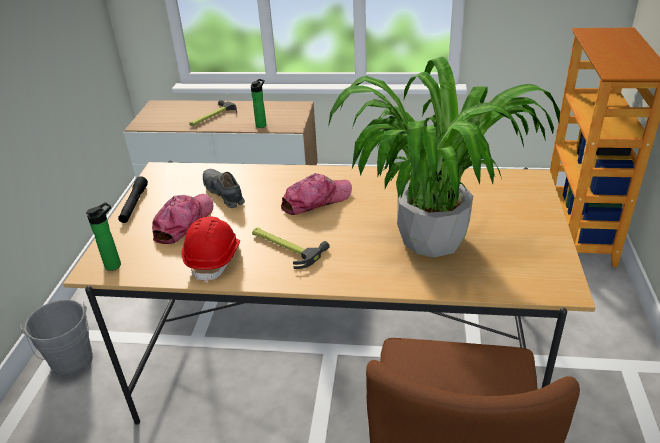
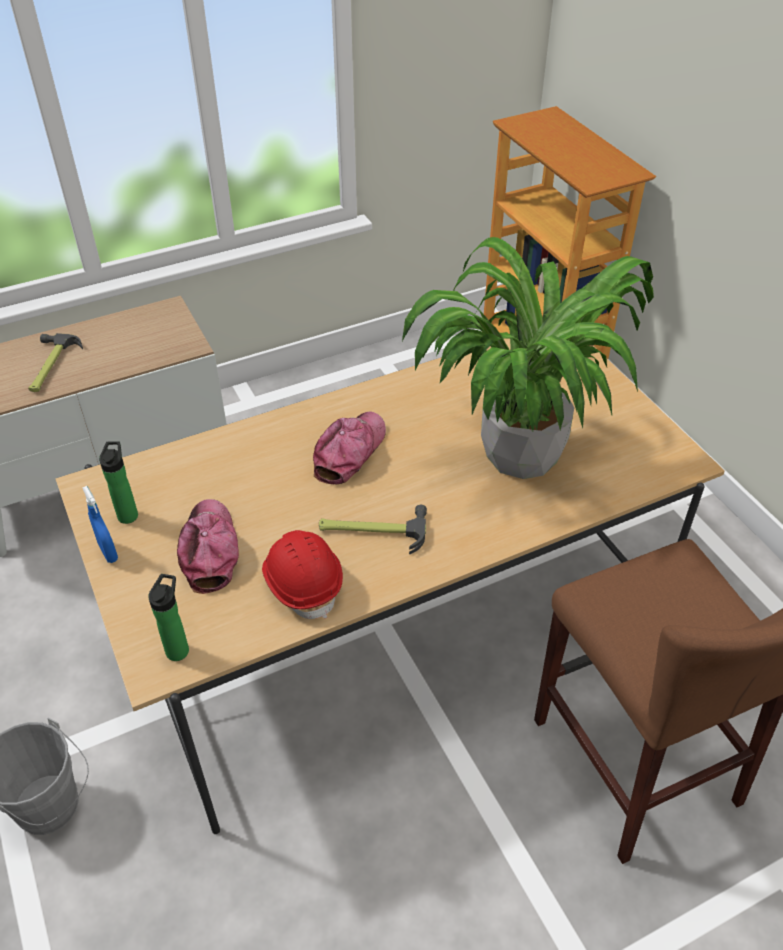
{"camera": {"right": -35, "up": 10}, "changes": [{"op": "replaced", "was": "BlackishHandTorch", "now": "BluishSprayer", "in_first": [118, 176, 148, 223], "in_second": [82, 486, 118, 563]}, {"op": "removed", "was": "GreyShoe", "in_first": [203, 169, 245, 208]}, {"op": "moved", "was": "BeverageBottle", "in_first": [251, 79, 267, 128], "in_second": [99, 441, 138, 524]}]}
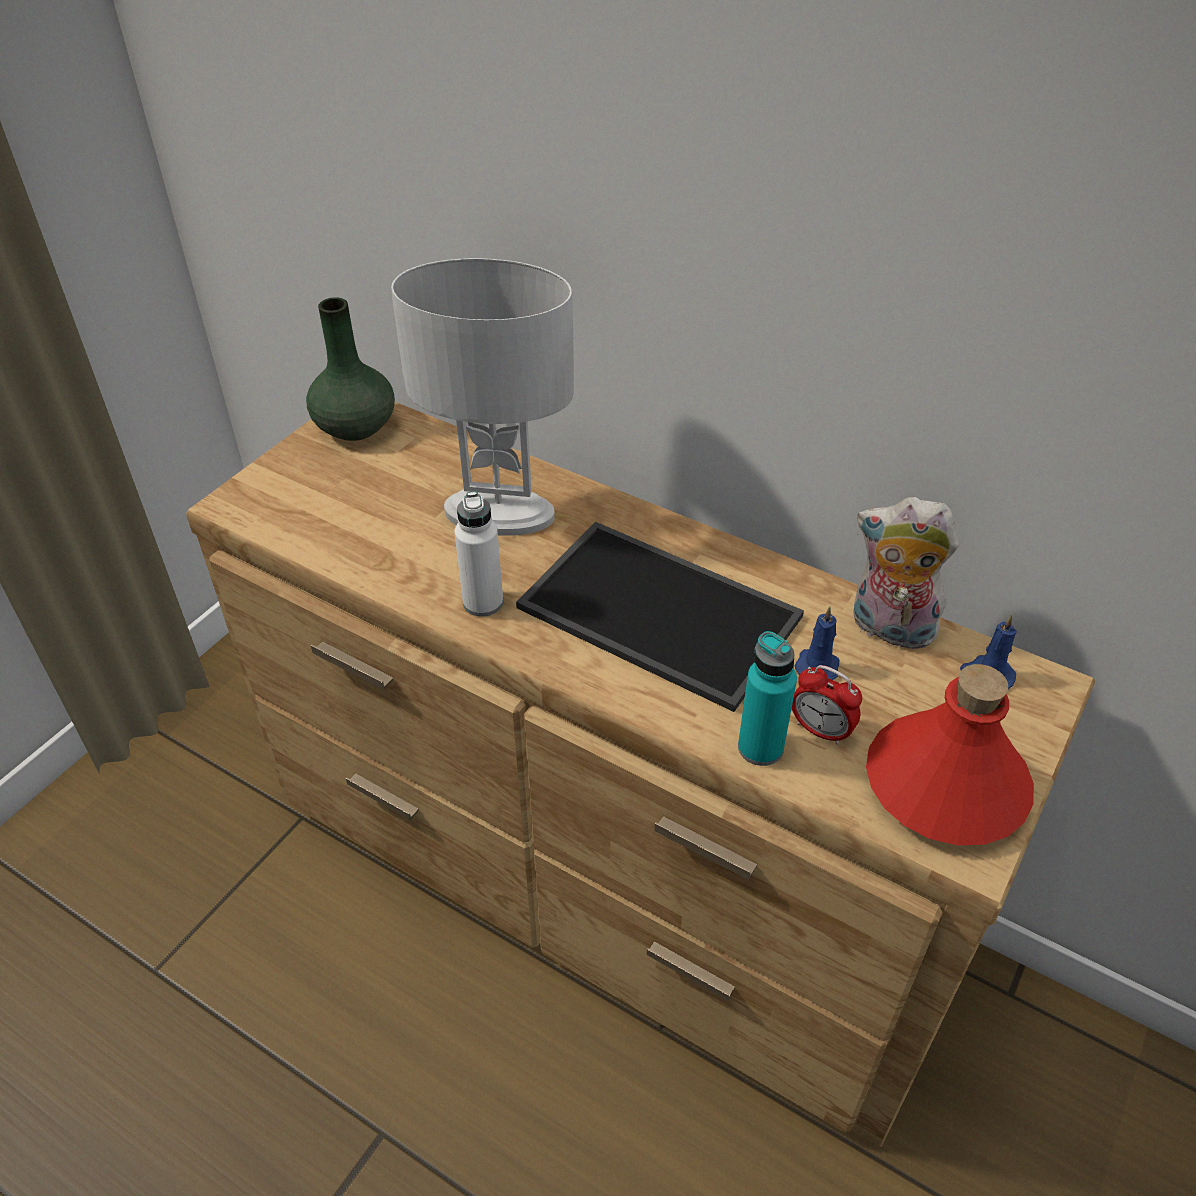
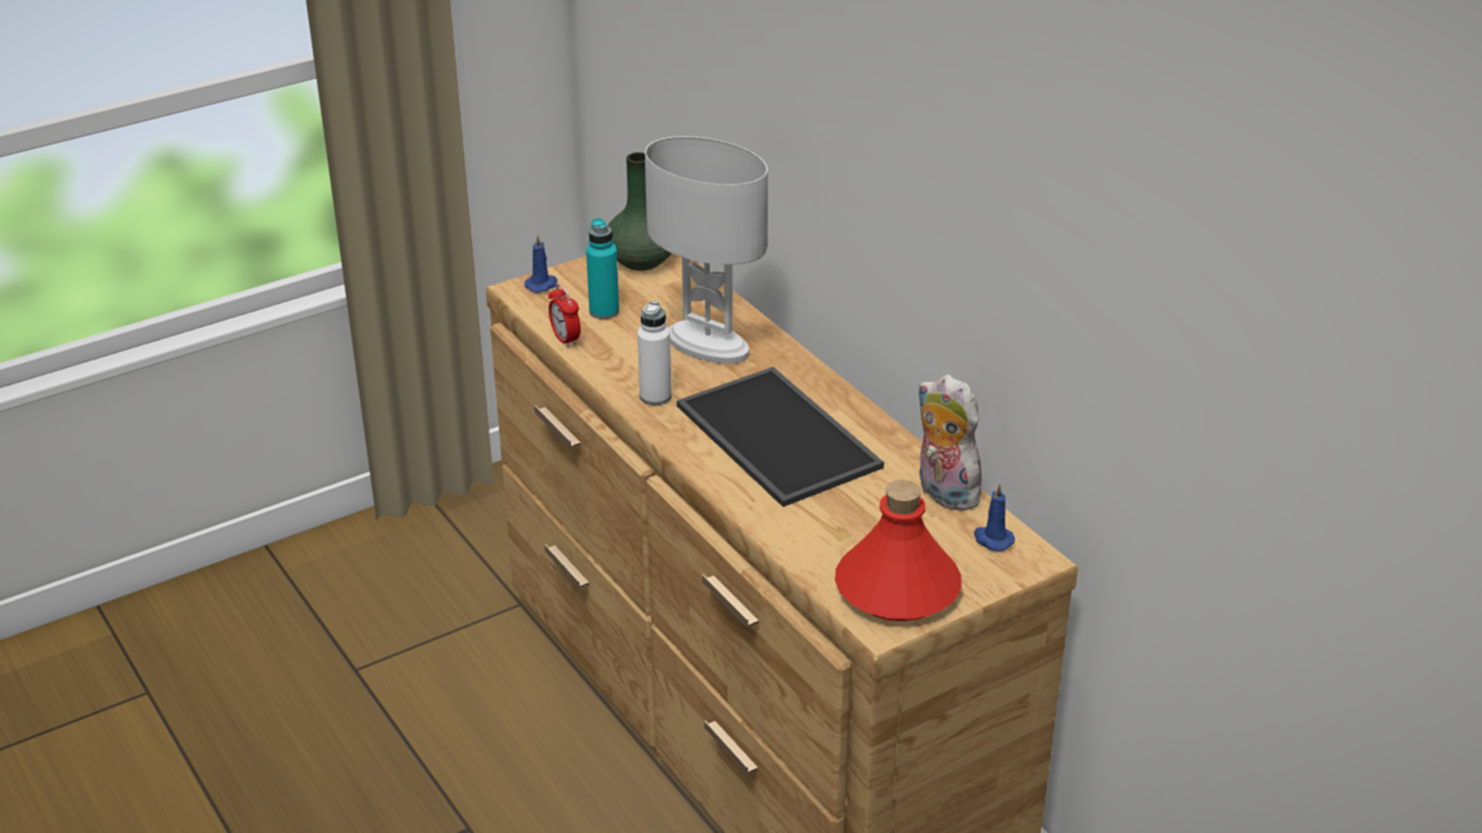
{"camera": {"right": 25, "up": -10}, "changes": [{"op": "moved", "was": "TurquoiseColouredBeverageBottle", "in_first": [738, 631, 797, 766], "in_second": [586, 218, 619, 319]}, {"op": "moved", "was": "AlarmClock", "in_first": [792, 665, 862, 745], "in_second": [548, 284, 581, 348]}, {"op": "moved", "was": "BluishWaxLight", "in_first": [795, 607, 839, 680], "in_second": [525, 235, 558, 293]}]}
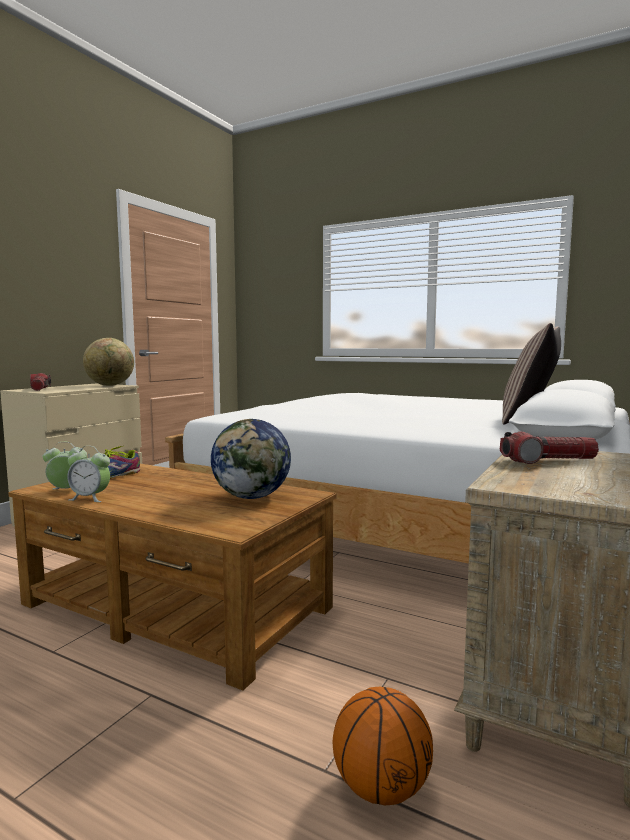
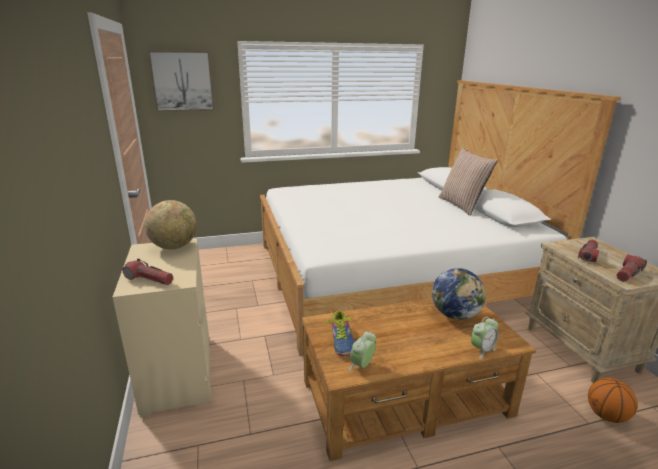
{"camera": {"right": -45, "up": 15}, "changes": [{"op": "moved", "was": "AlarmClock", "in_first": [67, 446, 110, 502], "in_second": [471, 316, 498, 358]}, {"op": "added", "now": "WallArt", "in_second": [148, 51, 214, 112]}, {"op": "added", "now": "HandTorch", "in_second": [617, 255, 647, 282]}]}
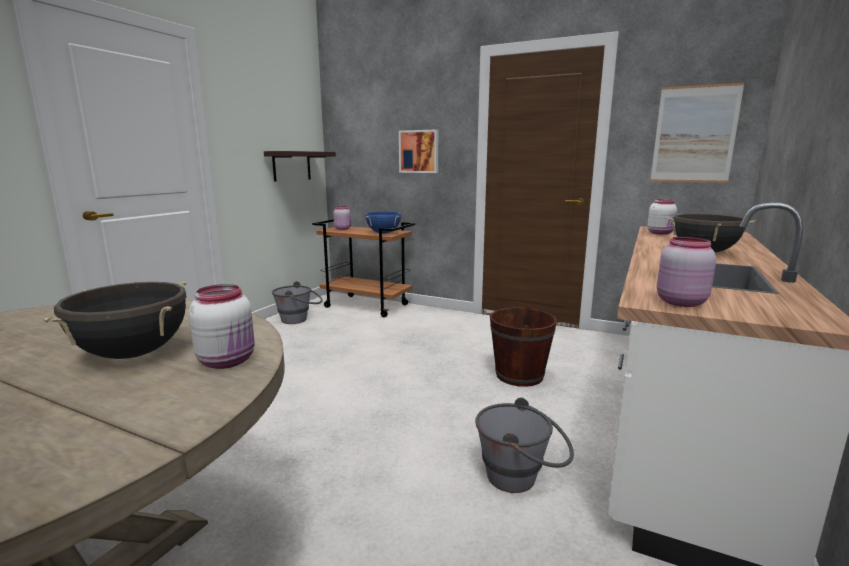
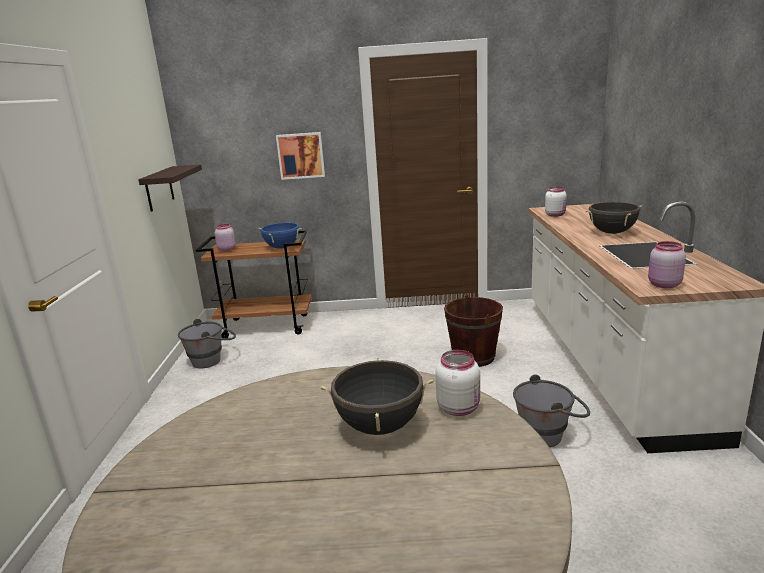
{"camera": {"right": -25, "up": 5}, "changes": [{"op": "removed", "was": "WallArt", "in_first": [650, 83, 744, 183]}]}
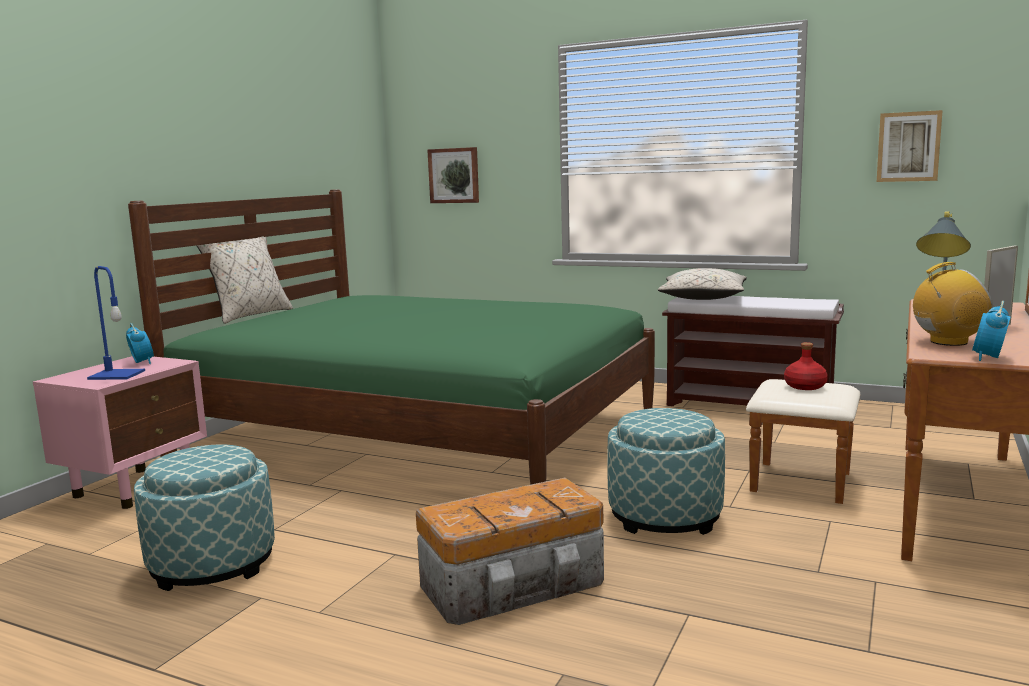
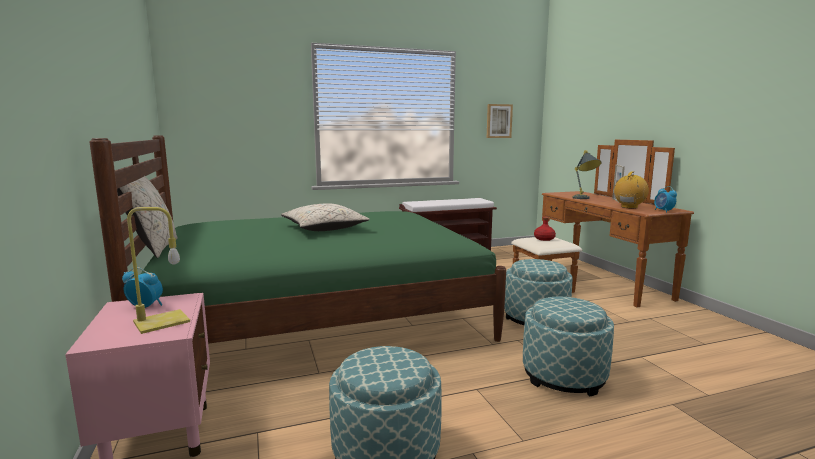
{"camera": {"right": -45, "up": 0}, "changes": [{"op": "recoloured", "was": "BluishLampForATable", "now": "YellowishLampForATable", "in_first": [87, 266, 145, 380], "in_second": [127, 207, 190, 334]}, {"op": "replaced", "was": "StorageBox", "now": "Pouffe", "in_first": [416, 478, 604, 625], "in_second": [523, 297, 614, 396]}, {"op": "removed", "was": "WallArt", "in_first": [427, 147, 479, 203]}, {"op": "moved", "was": "SandColouredPillow", "in_first": [658, 268, 747, 300], "in_second": [281, 203, 370, 231]}]}
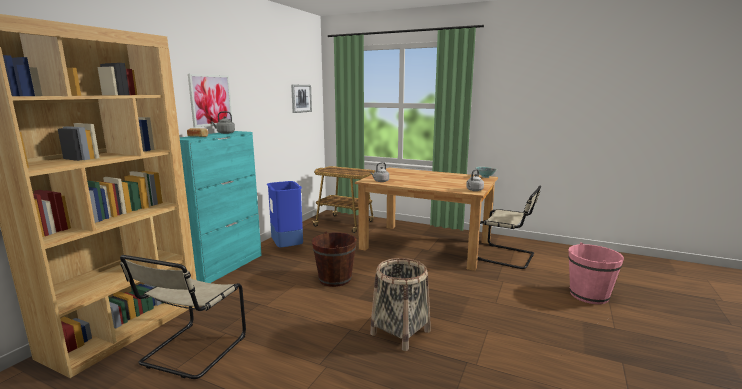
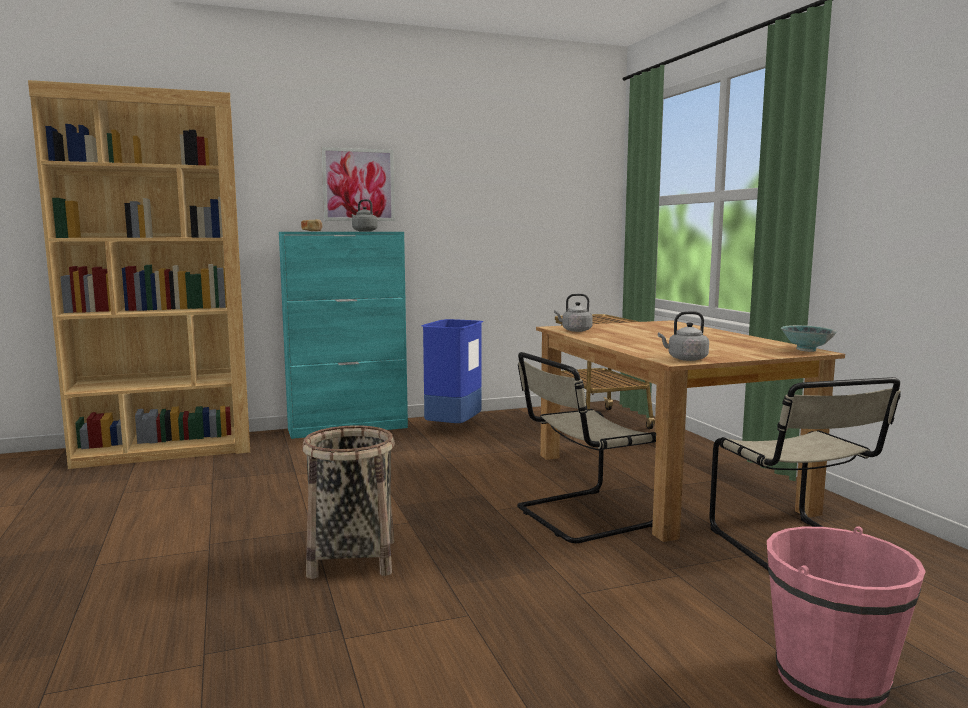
{"camera": {"right": 45, "up": -5}, "changes": [{"op": "moved", "was": "SandColouredPlainChair", "in_first": [120, 255, 246, 379], "in_second": [517, 352, 656, 543]}, {"op": "removed", "was": "WallArt", "in_first": [291, 85, 312, 113]}, {"op": "removed", "was": "BrownishPail", "in_first": [312, 231, 357, 287]}]}
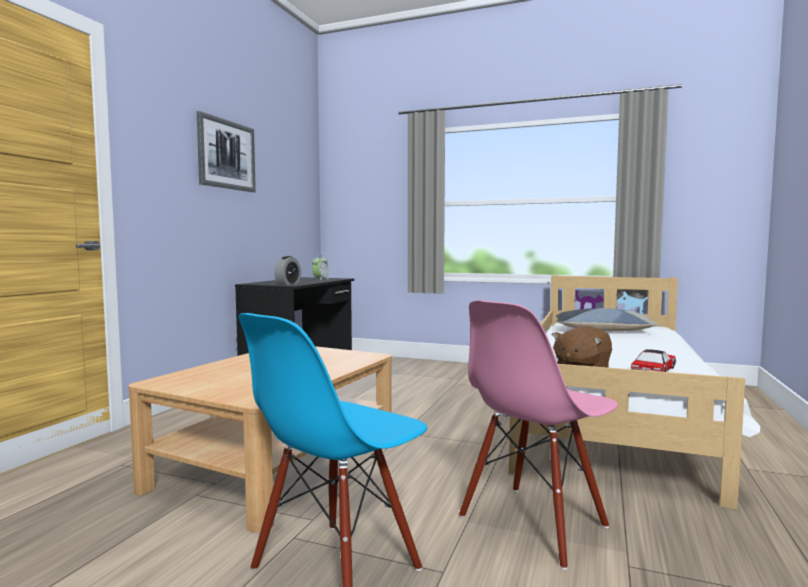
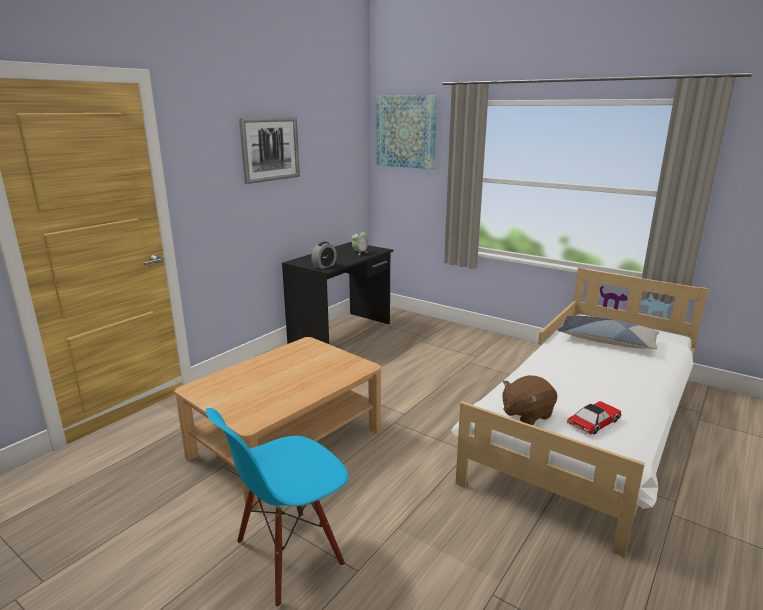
{"camera": {"right": 15, "up": 15}, "changes": [{"op": "removed", "was": "PinkishPlainChair", "in_first": [459, 301, 618, 570]}, {"op": "added", "now": "WallArt", "in_second": [376, 95, 437, 169]}]}
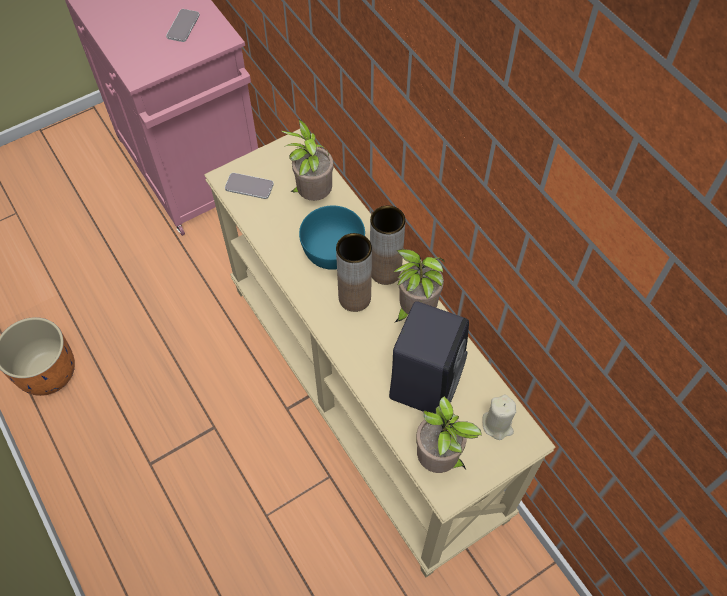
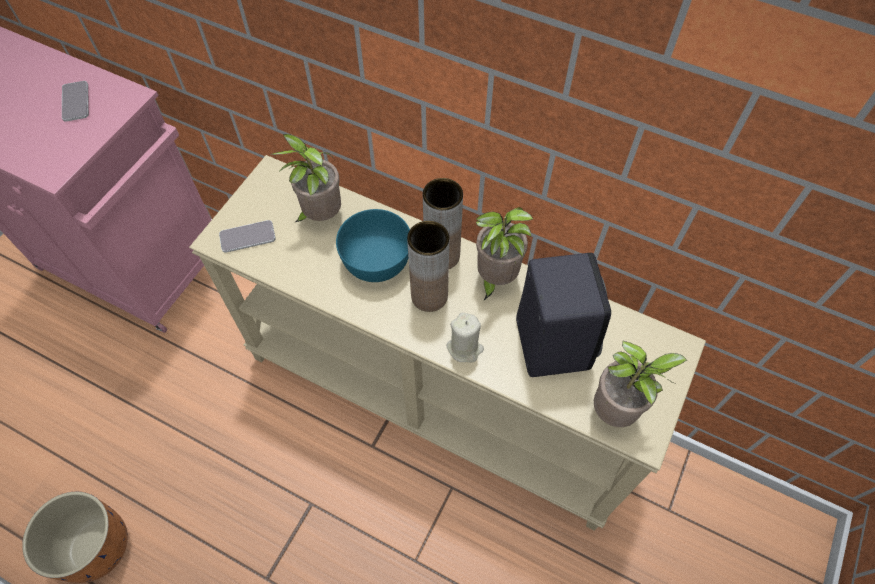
{"camera": {"right": -30, "up": 0}, "changes": [{"op": "moved", "was": "SandColouredWaxLight", "in_first": [483, 395, 516, 440], "in_second": [447, 313, 484, 363]}]}
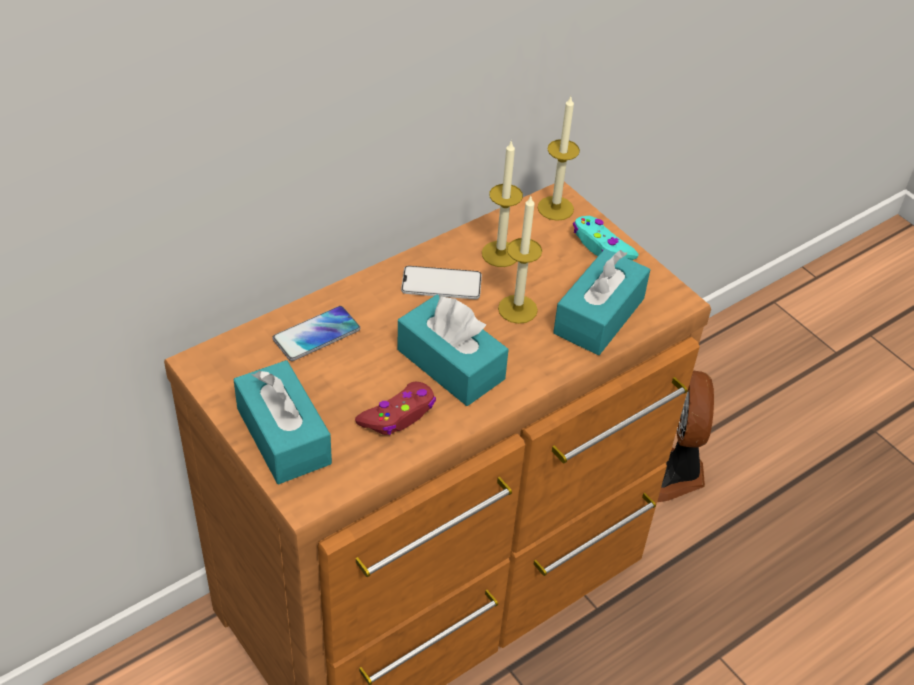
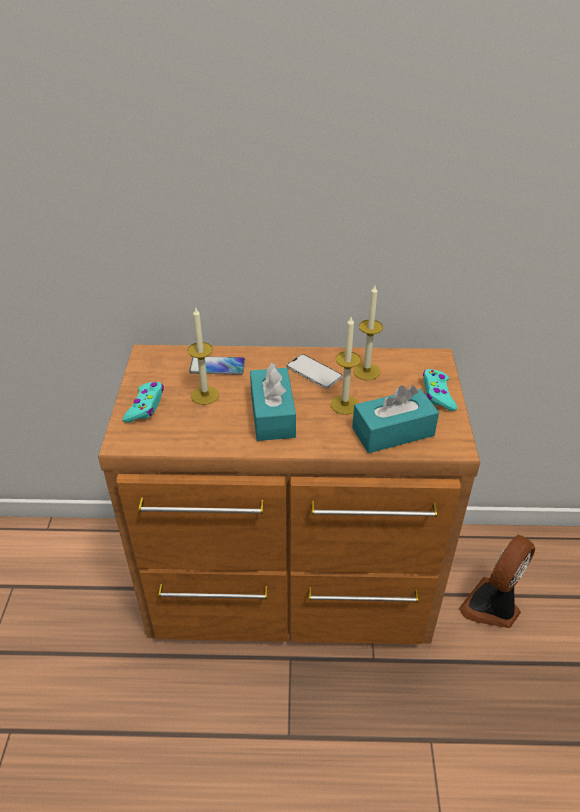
{"camera": {"right": 40, "up": -5}, "changes": [{"op": "replaced", "was": "TurquoiseColouredTissueBox", "now": "TurquoiseColouredGameController", "in_first": [233, 360, 332, 484], "in_second": [123, 382, 164, 422]}, {"op": "removed", "was": "RedColouredGameController", "in_first": [355, 382, 436, 435]}, {"op": "moved", "was": "WaxLight", "in_first": [538, 97, 580, 221], "in_second": [188, 308, 219, 405]}]}
